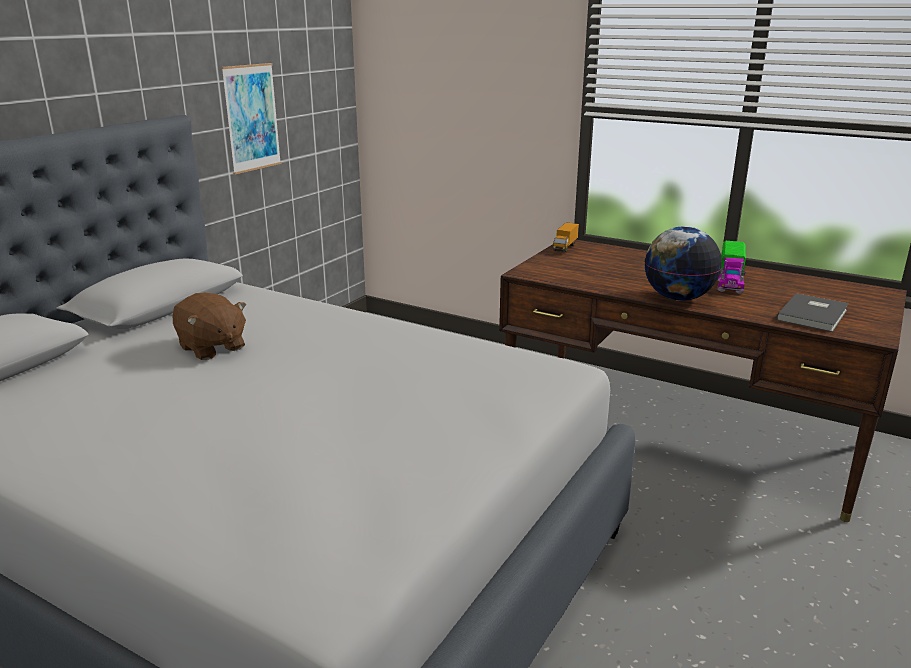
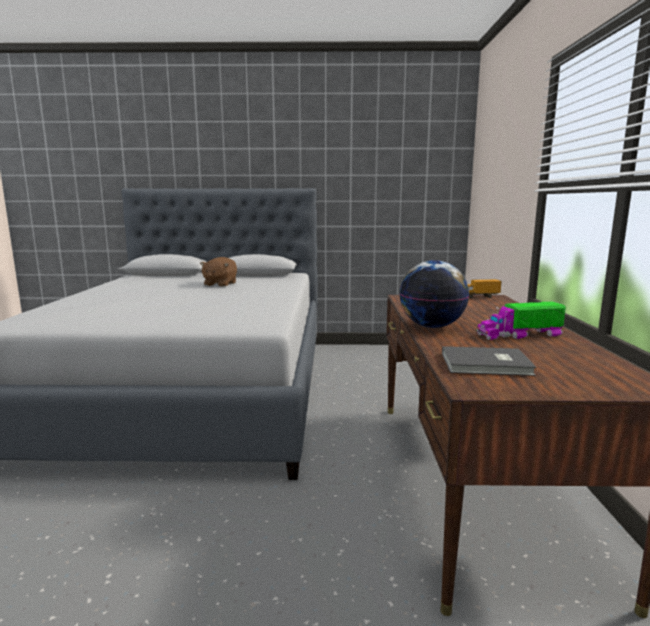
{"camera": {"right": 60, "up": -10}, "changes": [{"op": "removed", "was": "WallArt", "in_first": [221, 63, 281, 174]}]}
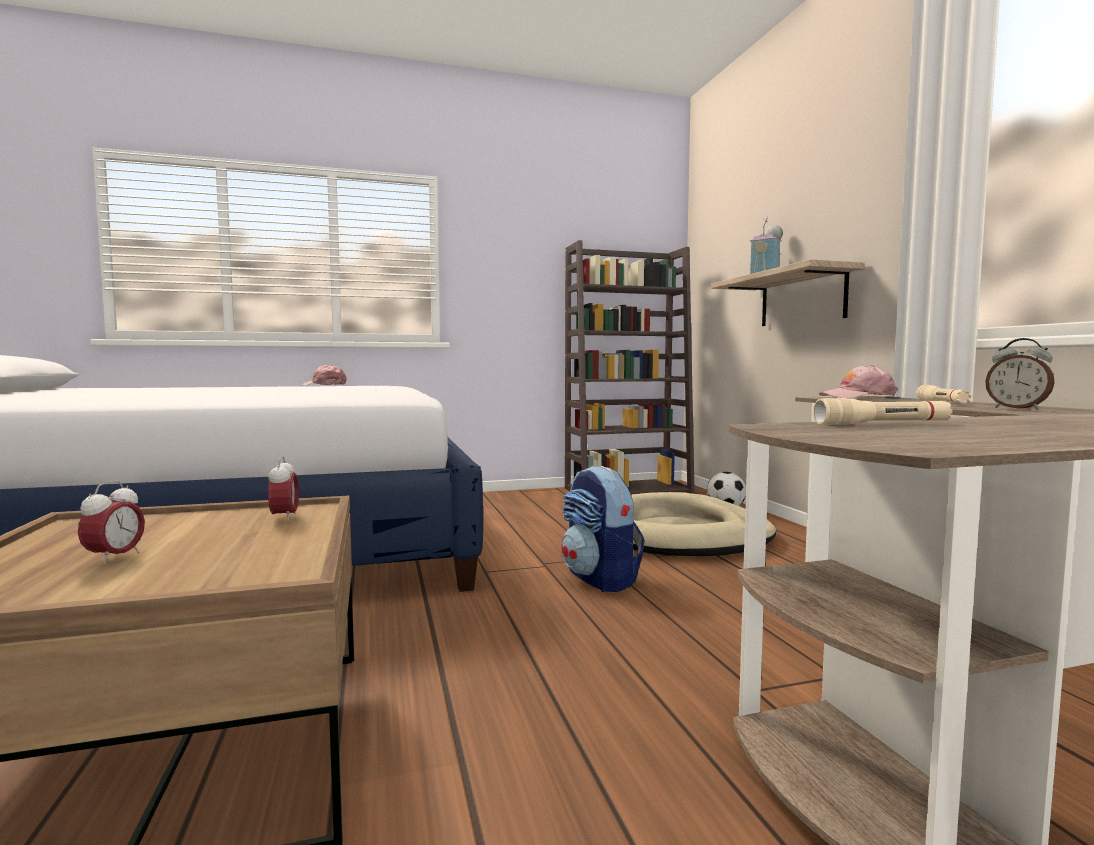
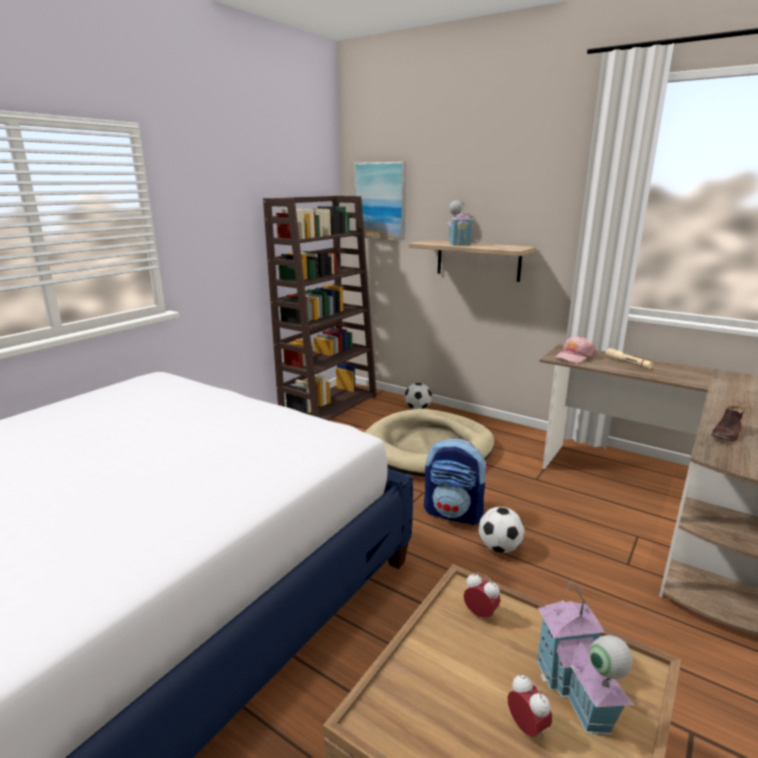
{"camera": {"right": -40, "up": 15}, "changes": [{"op": "removed", "was": "PinkishBaseballCap", "in_first": [302, 364, 347, 386]}, {"op": "replaced", "was": "SandColouredHandTorch", "now": "BrownishShoe", "in_first": [813, 398, 953, 425], "in_second": [711, 406, 744, 441]}, {"op": "removed", "was": "AlarmClock", "in_first": [985, 338, 1055, 410]}, {"op": "added", "now": "WallArt", "in_second": [354, 162, 406, 240]}, {"op": "added", "now": "FootballBall", "in_second": [479, 507, 524, 553]}, {"op": "added", "now": "ToyHouse", "in_second": [536, 578, 634, 735]}]}
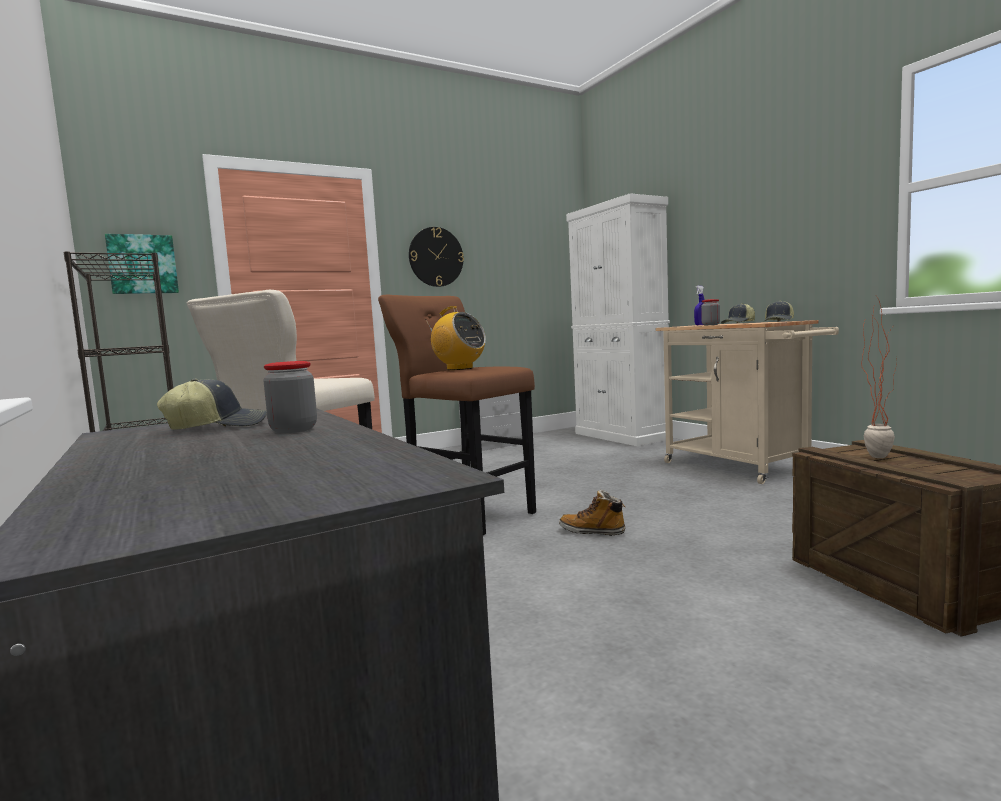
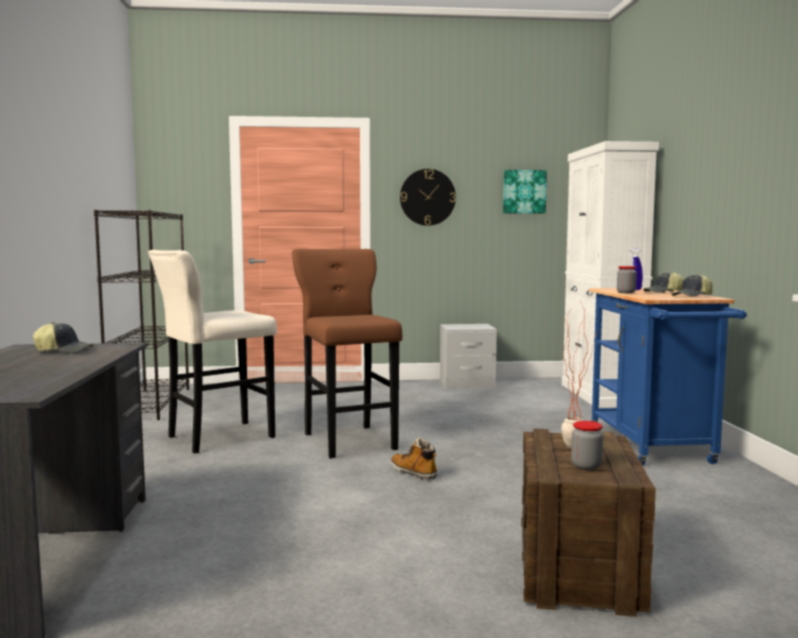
{"camera": {"right": 25, "up": 0}, "changes": [{"op": "moved", "was": "WallArt", "in_first": [105, 234, 179, 294], "in_second": [503, 170, 547, 214]}, {"op": "moved", "was": "PreserveJar", "in_first": [263, 361, 317, 433], "in_second": [571, 421, 603, 470]}, {"op": "removed", "was": "Radio", "in_first": [425, 306, 486, 370]}, {"op": "recoloured", "was": "SandColouredCart", "now": "BluishCart", "in_first": [656, 320, 839, 484], "in_second": [589, 288, 747, 466]}]}
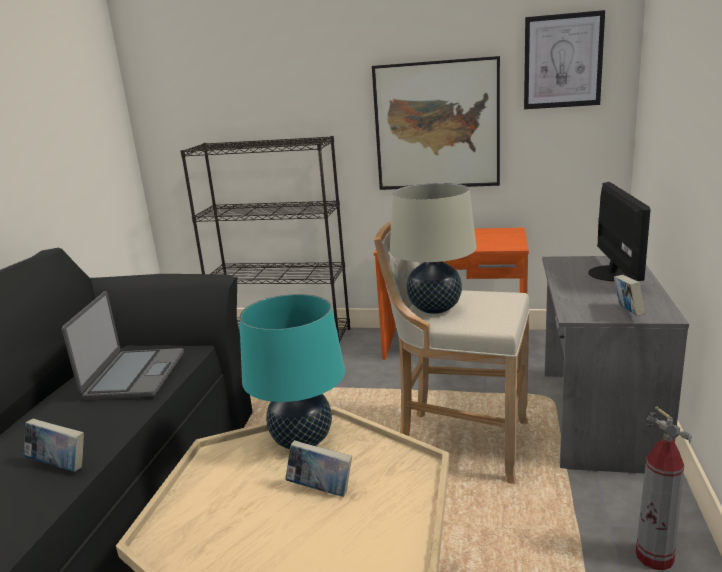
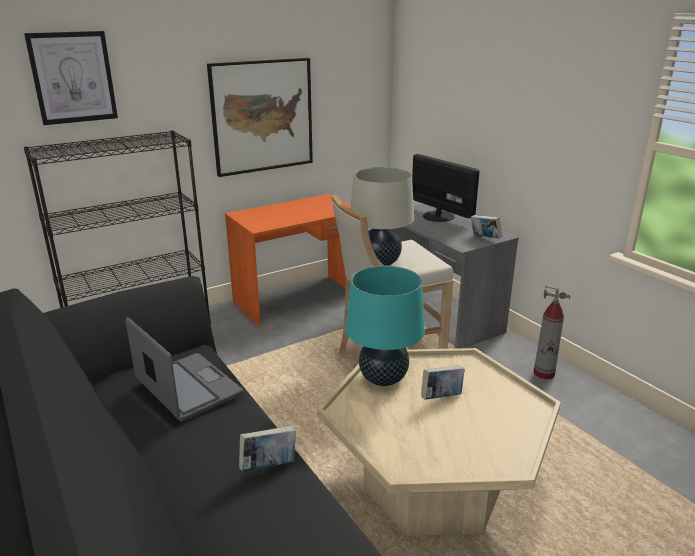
{"camera": {"right": -45, "up": 5}, "changes": [{"op": "moved", "was": "WallArt", "in_first": [524, 10, 605, 109], "in_second": [24, 31, 118, 125]}]}
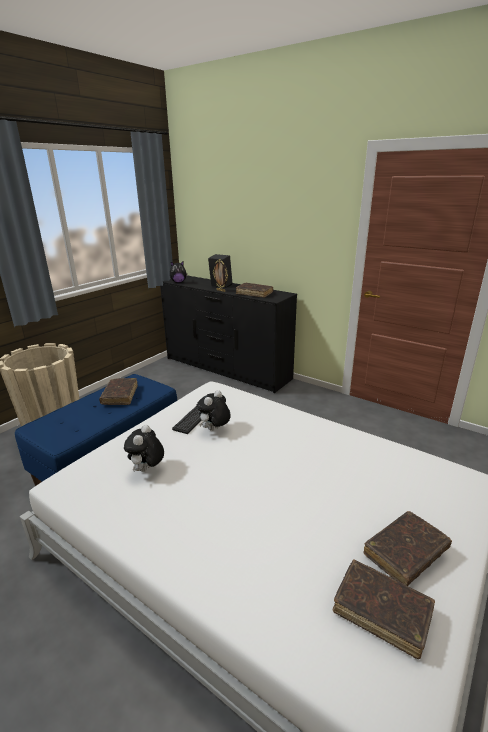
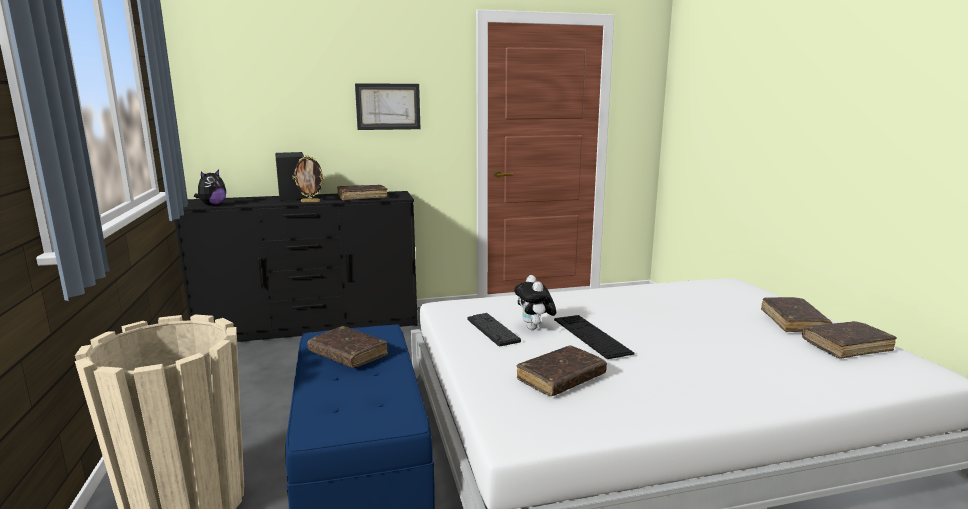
{"camera": {"right": -50, "up": -10}, "changes": [{"op": "replaced", "was": "PlushToy", "now": "BrownishBook", "in_first": [124, 425, 164, 472], "in_second": [516, 345, 607, 396]}, {"op": "added", "now": "WallArt", "in_second": [355, 83, 420, 130]}, {"op": "added", "now": "Keyboard", "in_second": [554, 315, 635, 359]}]}
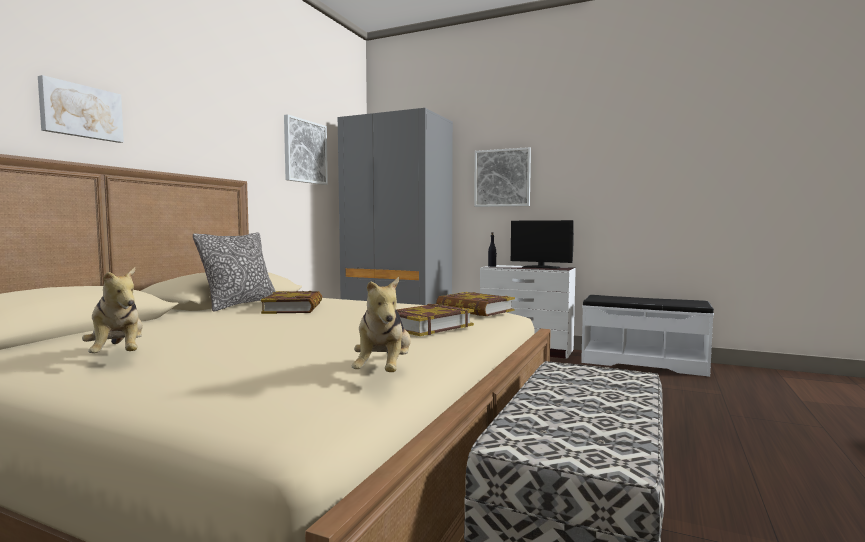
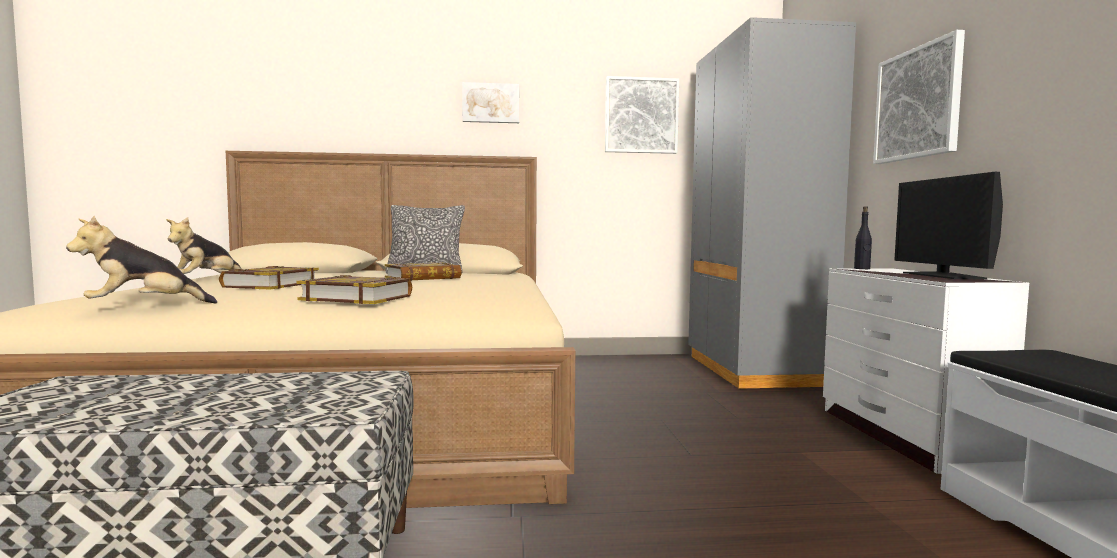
{"camera": {"right": 60, "up": 0}, "changes": [{"op": "moved", "was": "WallArt", "in_first": [38, 75, 124, 143], "in_second": [462, 82, 519, 123]}, {"op": "moved", "was": "Book", "in_first": [436, 292, 515, 316], "in_second": [219, 266, 319, 290]}]}
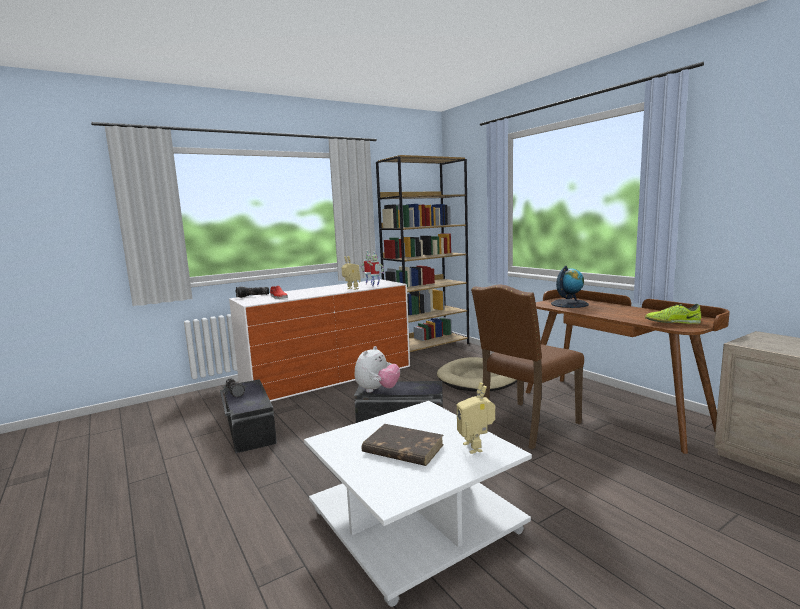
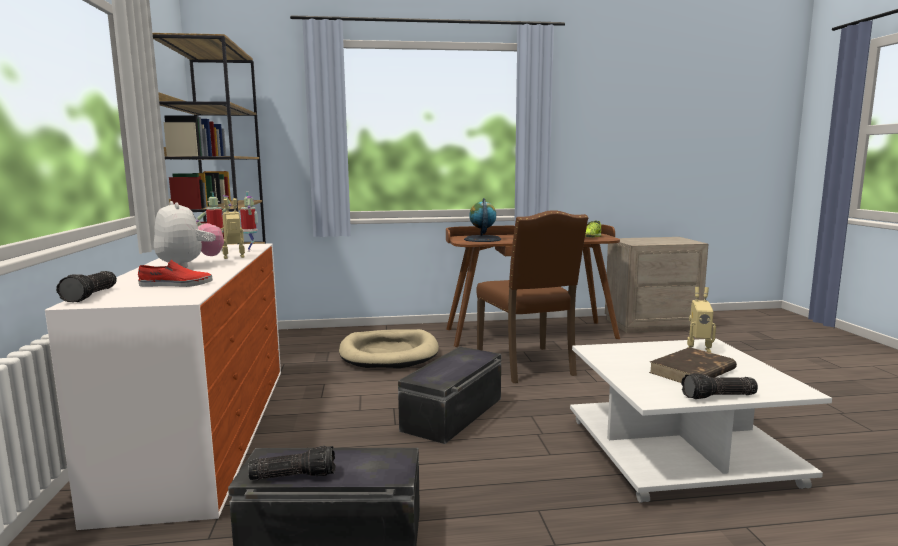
{"camera": {"right": -65, "up": 0}, "changes": [{"op": "moved", "was": "PlushToy", "in_first": [355, 346, 400, 393], "in_second": [154, 201, 224, 268]}, {"op": "added", "now": "HandTorch", "in_second": [681, 373, 758, 399]}]}
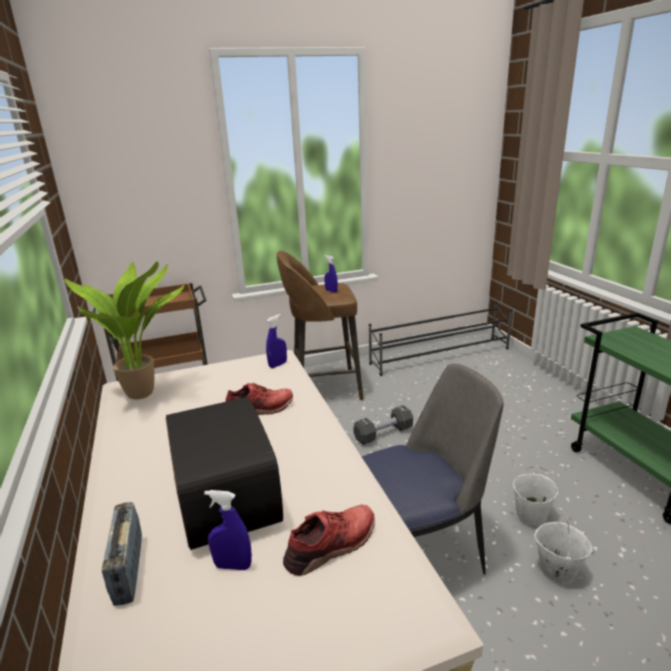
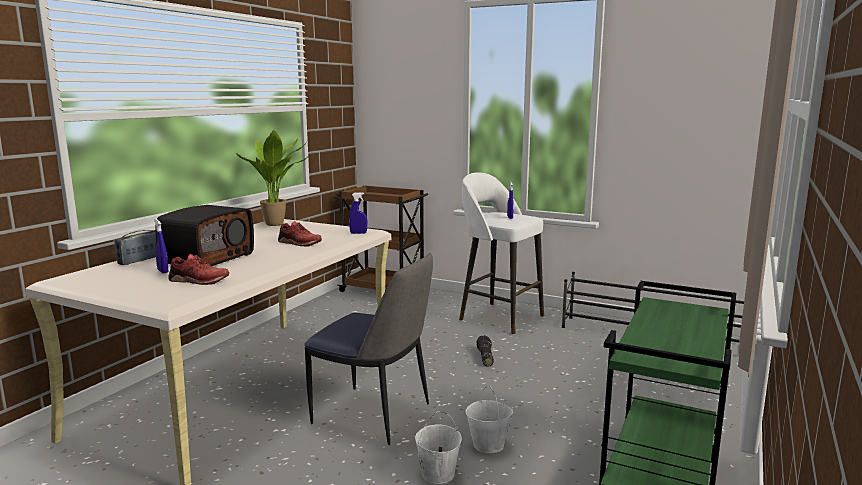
{"camera": {"right": 45, "up": -10}, "changes": [{"op": "recoloured", "was": "BrownishStool", "now": "WhitishStool", "in_first": [277, 251, 364, 400], "in_second": [459, 172, 544, 335]}, {"op": "replaced", "was": "BlackishDumbbell", "now": "HandTorch", "in_first": [353, 405, 413, 445], "in_second": [476, 335, 494, 367]}]}
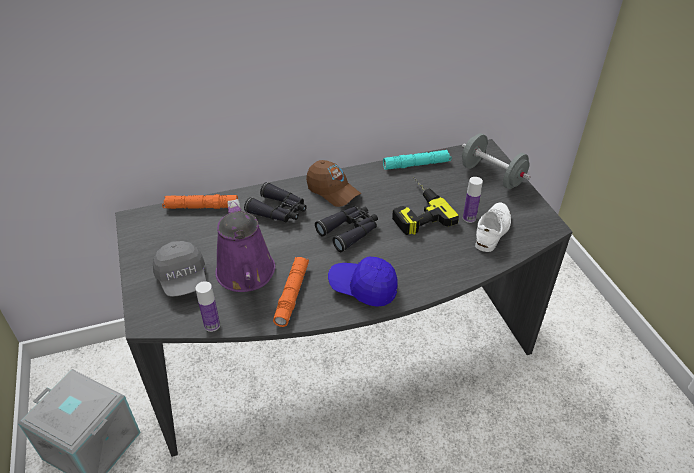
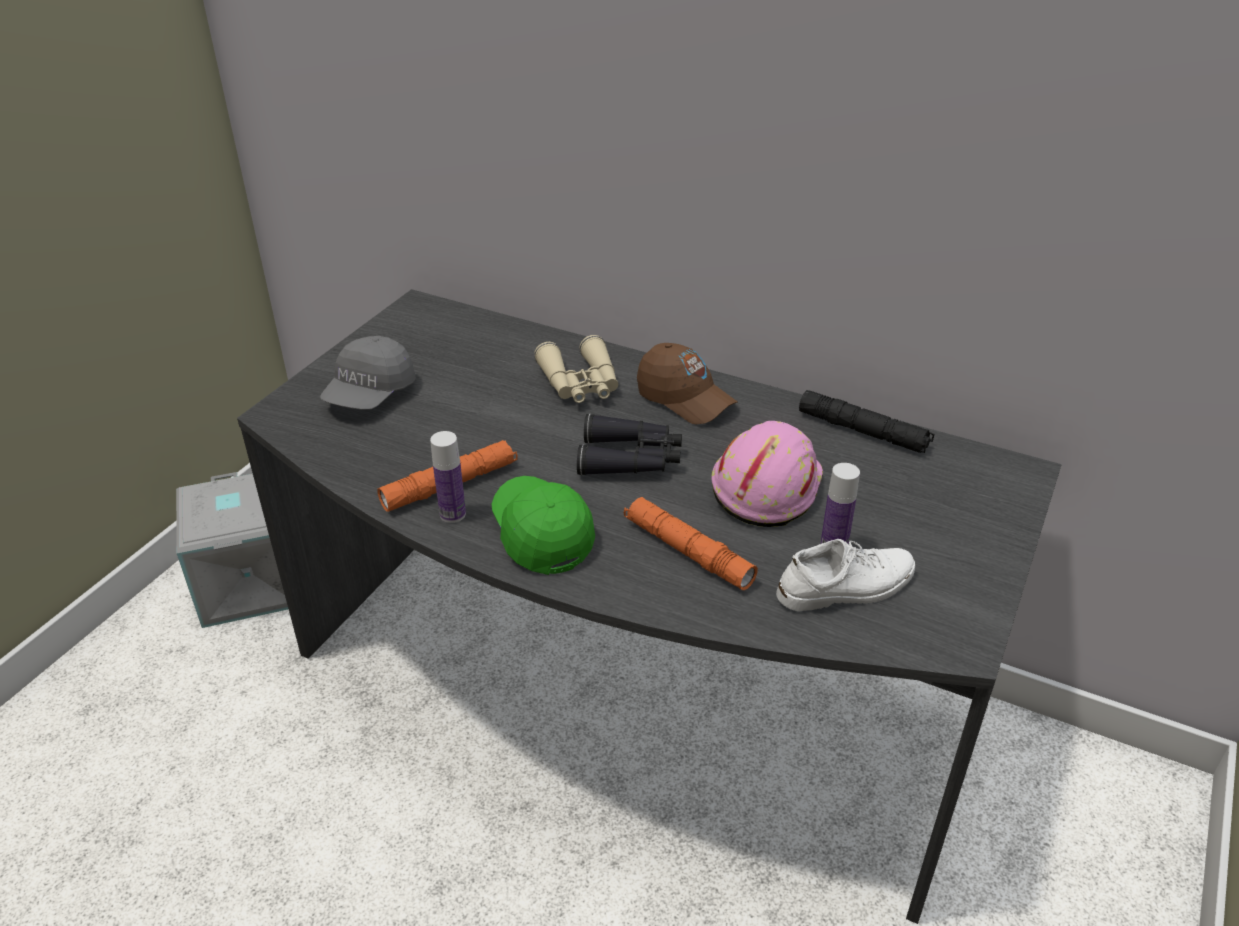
{"camera": {"right": 45, "up": -5}, "changes": [{"op": "moved", "was": "OrangeColouredHandTorch", "in_first": [162, 194, 238, 209], "in_second": [624, 497, 758, 590]}, {"op": "moved", "was": "BeverageBottle", "in_first": [196, 281, 220, 332], "in_second": [430, 431, 466, 523]}, {"op": "removed", "was": "PurpleColouredSprinklingCan", "in_first": [215, 199, 275, 292]}, {"op": "recoloured", "was": "BlackishFieldGlasses", "now": "SandColouredFieldGlasses", "in_first": [244, 182, 307, 222], "in_second": [534, 335, 618, 403]}, {"op": "turned", "was": "BrownishBaseballCap", "in_first": [306, 160, 361, 207], "in_second": [637, 343, 738, 424], "clockwise": -45}, {"op": "recoloured", "was": "BluishBaseballCap", "now": "GreenishBaseballCap", "in_first": [328, 256, 398, 307], "in_second": [491, 476, 595, 575]}, {"op": "recoloured", "was": "TurquoiseColouredHandTorch", "now": "BlackishHandTorch", "in_first": [383, 150, 451, 170], "in_second": [799, 390, 934, 453]}, {"op": "replaced", "was": "ElectricDrill", "now": "PinkishWorkHelmet", "in_first": [392, 177, 459, 235], "in_second": [711, 421, 823, 527]}, {"op": "removed", "was": "GreyDumbbell", "in_first": [462, 133, 531, 189]}]}
